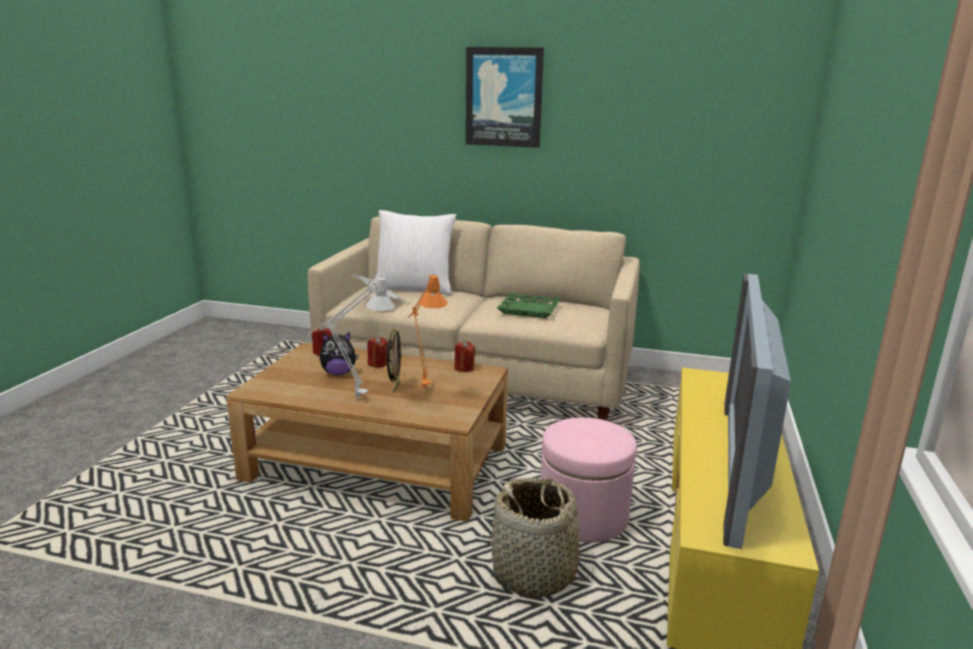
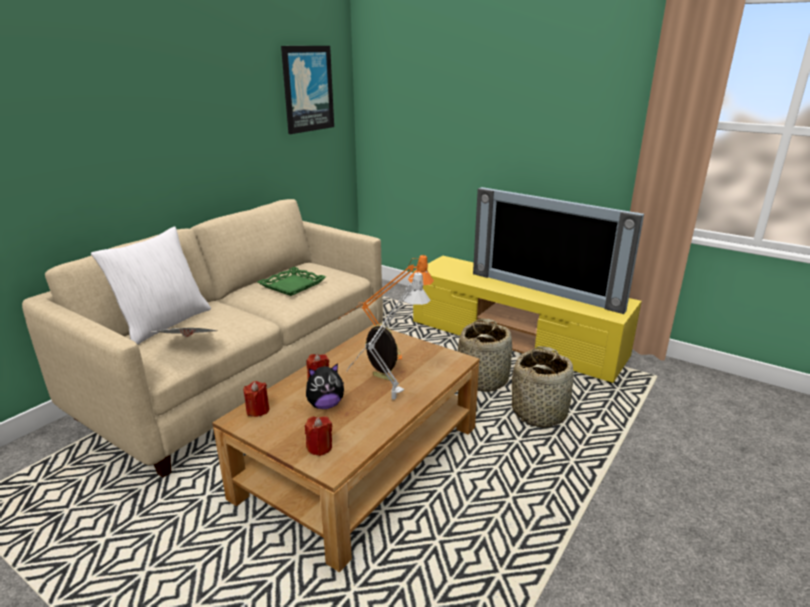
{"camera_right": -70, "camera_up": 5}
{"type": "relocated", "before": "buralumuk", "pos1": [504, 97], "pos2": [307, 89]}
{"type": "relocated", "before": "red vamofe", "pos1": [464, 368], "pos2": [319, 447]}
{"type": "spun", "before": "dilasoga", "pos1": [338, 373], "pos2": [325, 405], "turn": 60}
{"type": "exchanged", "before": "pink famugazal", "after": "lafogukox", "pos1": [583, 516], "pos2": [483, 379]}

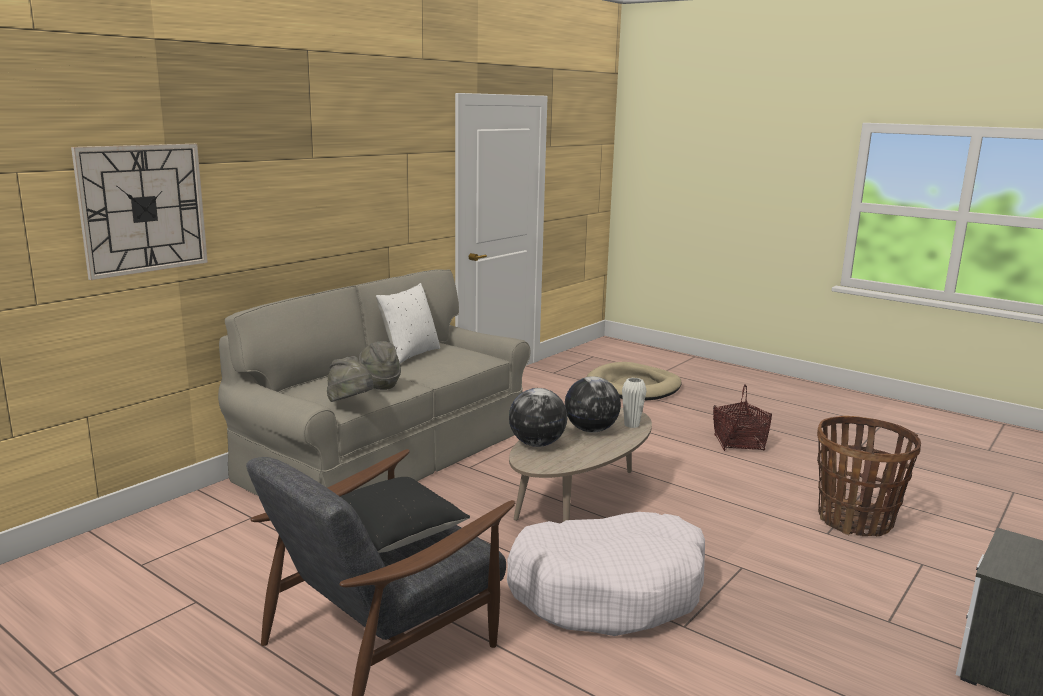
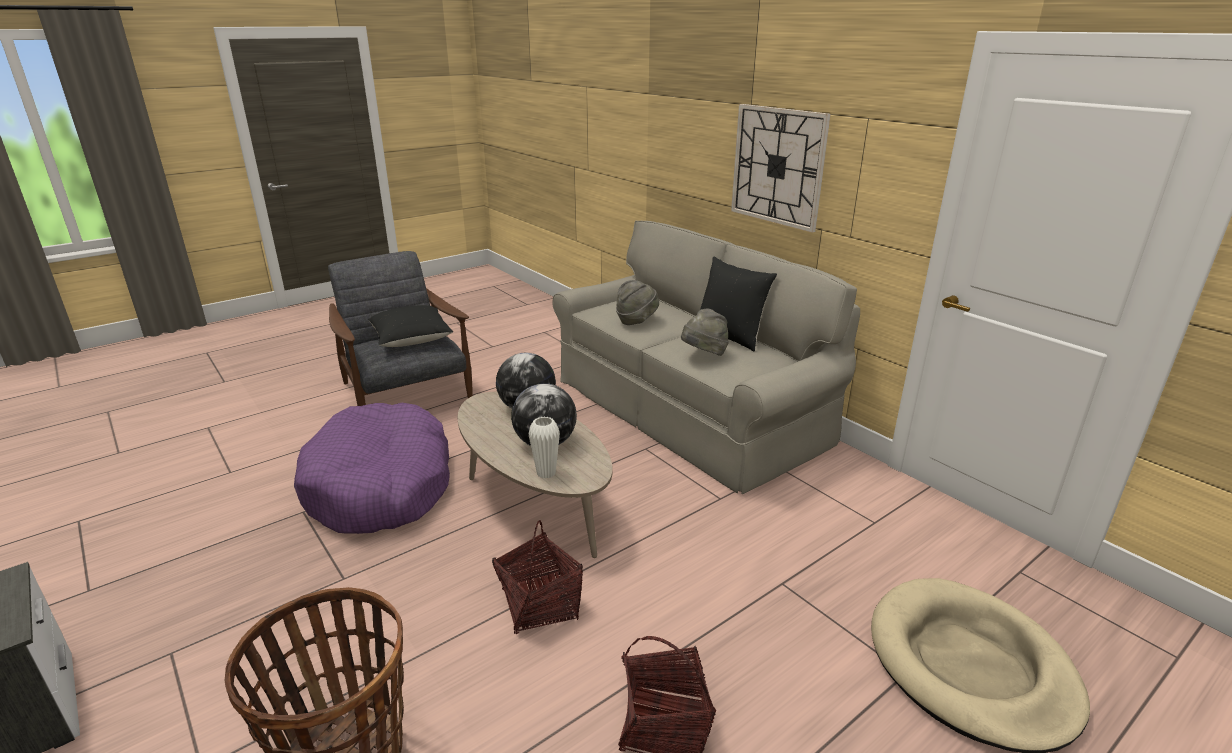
{"camera_right": 105, "camera_up": 10}
{"type": "colour", "before": "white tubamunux", "after": "purple tubamunux", "pos1": [609, 590], "pos2": [380, 486]}
{"type": "appeared", "after": "lafogukox", "pos2": [539, 605]}
{"type": "relocated", "before": "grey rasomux", "pos1": [351, 403], "pos2": [704, 355]}
{"type": "colour", "before": "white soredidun", "after": "black soredidun", "pos1": [409, 354], "pos2": [730, 336]}
{"type": "relocated", "before": "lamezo", "pos1": [143, 209], "pos2": [778, 166]}

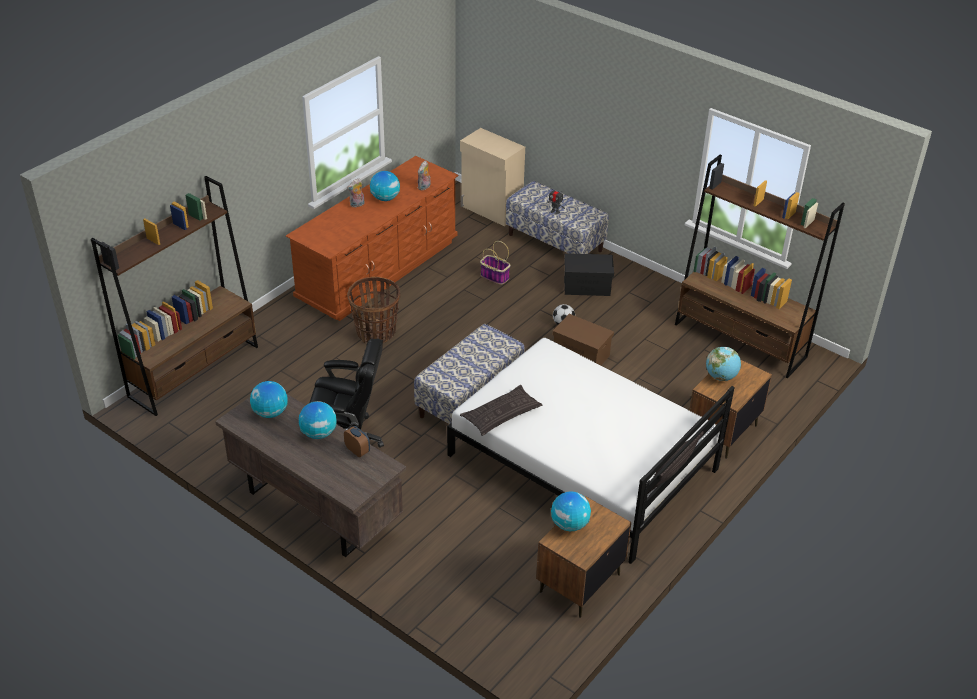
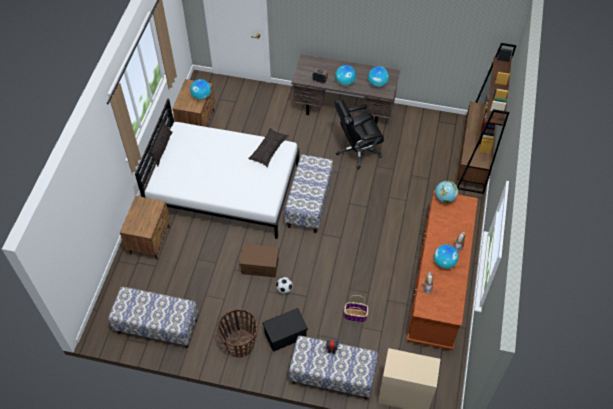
{"camera_right": 155, "camera_up": 15}
{"type": "exchanged", "before": "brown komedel", "after": "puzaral", "pos1": [740, 341], "pos2": [157, 326]}
{"type": "relocated", "before": "lafogukox", "pos1": [376, 332], "pos2": [240, 343]}
{"type": "relocated", "before": "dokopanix", "pos1": [721, 376], "pos2": [444, 198]}

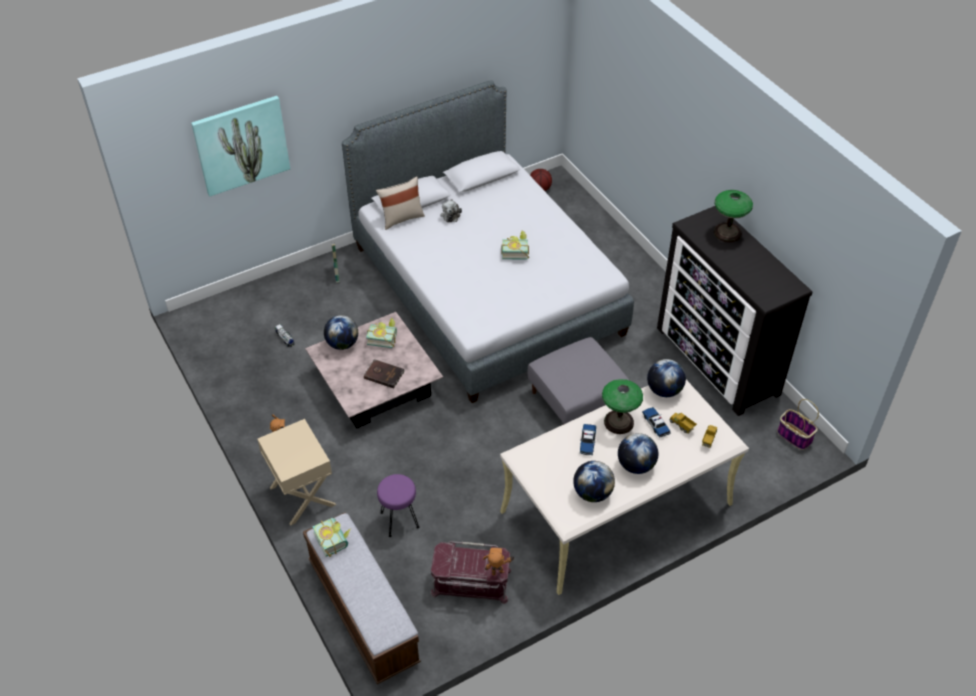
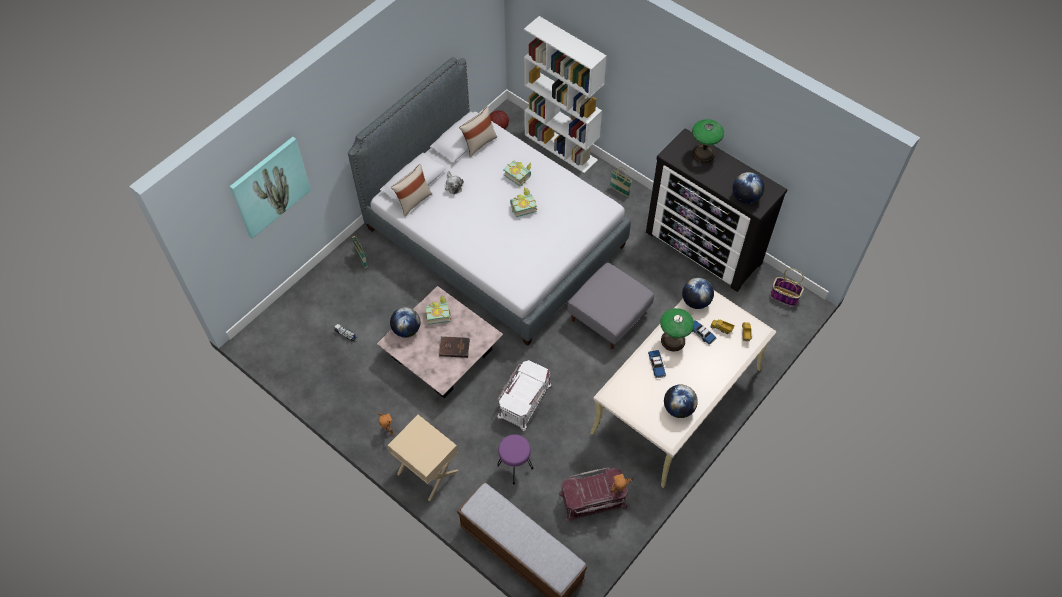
{"camera_right": -20, "camera_up": 10}
{"type": "appeared", "after": "beige soredidun", "pos2": [479, 143]}
{"type": "appeared", "after": "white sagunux", "pos2": [524, 400]}
{"type": "relocated", "before": "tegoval", "pos1": [334, 539], "pos2": [519, 175]}
{"type": "appeared", "after": "white komedel", "pos2": [561, 147]}
{"type": "appeared", "after": "lafogukox", "pos2": [619, 191]}
{"type": "relocated", "before": "dokopanix", "pos1": [636, 465], "pos2": [745, 197]}

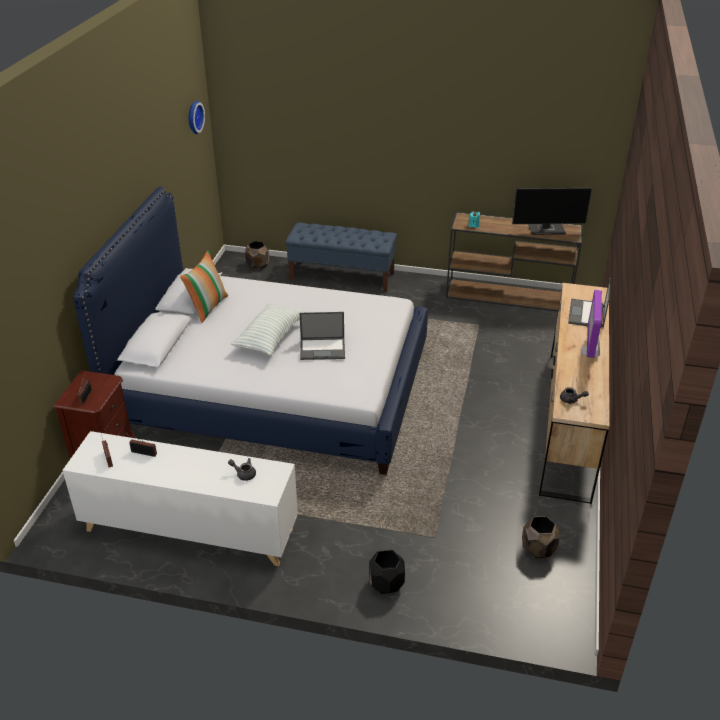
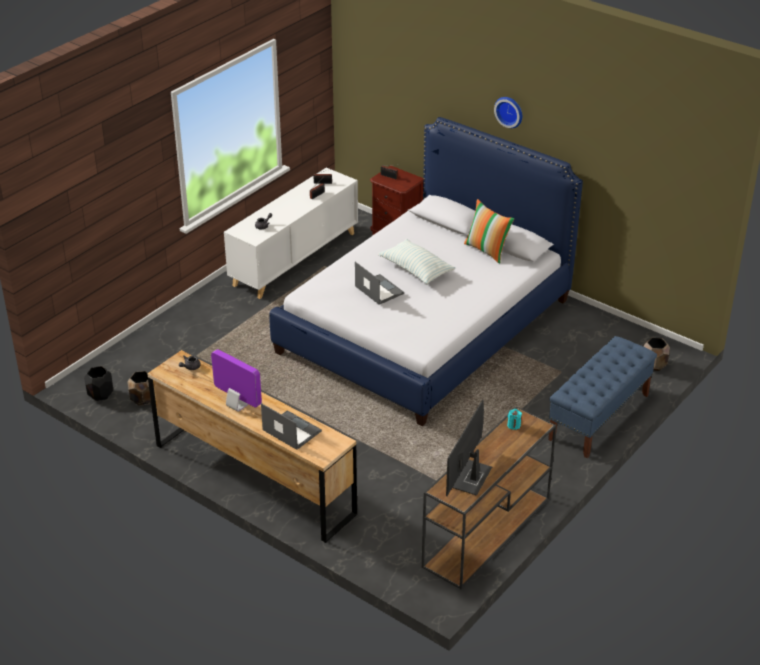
{"camera_right": 115, "camera_up": 0}
{"type": "relocated", "before": "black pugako", "pos1": [386, 584], "pos2": [100, 394]}
{"type": "spun", "before": "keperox", "pos1": [323, 348], "pos2": [378, 289], "turn": 120}
{"type": "relocated", "before": "lamezo", "pos1": [193, 117], "pos2": [510, 111]}

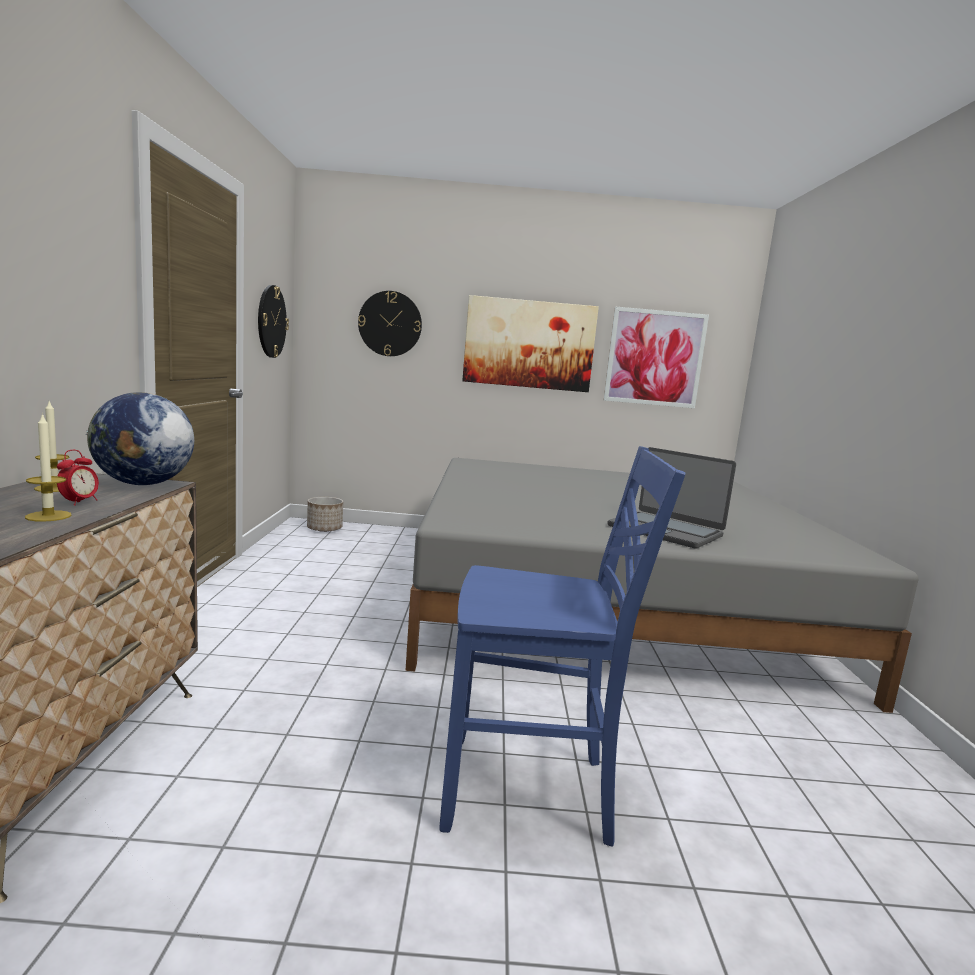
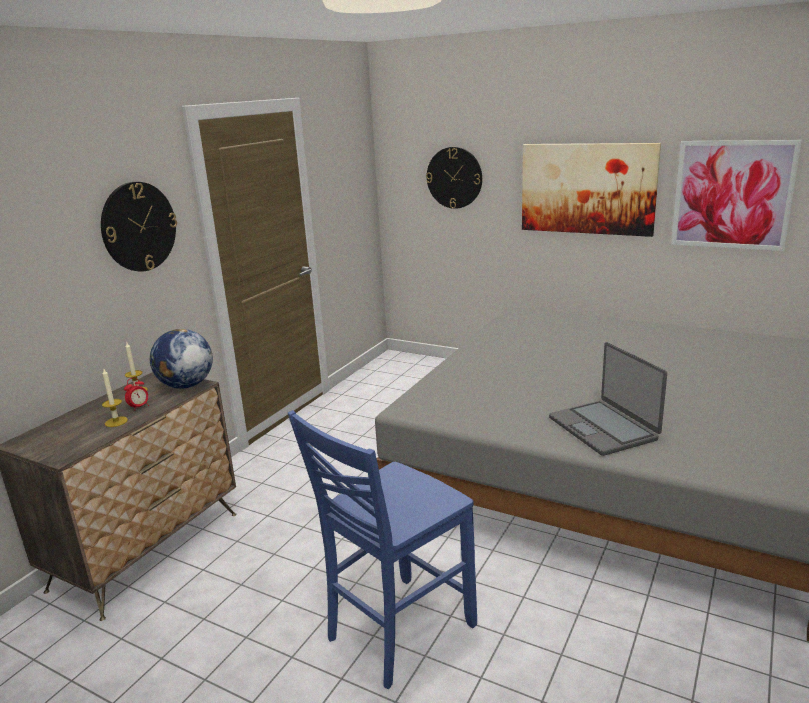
{"camera_right": 30, "camera_up": 10}
{"type": "relocated", "before": "lamezo", "pos1": [271, 321], "pos2": [138, 227]}
{"type": "spun", "before": "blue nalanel", "pos1": [530, 792], "pos2": [397, 631], "turn": 105}
{"type": "missing", "before": "pugako", "pos1": [324, 529]}

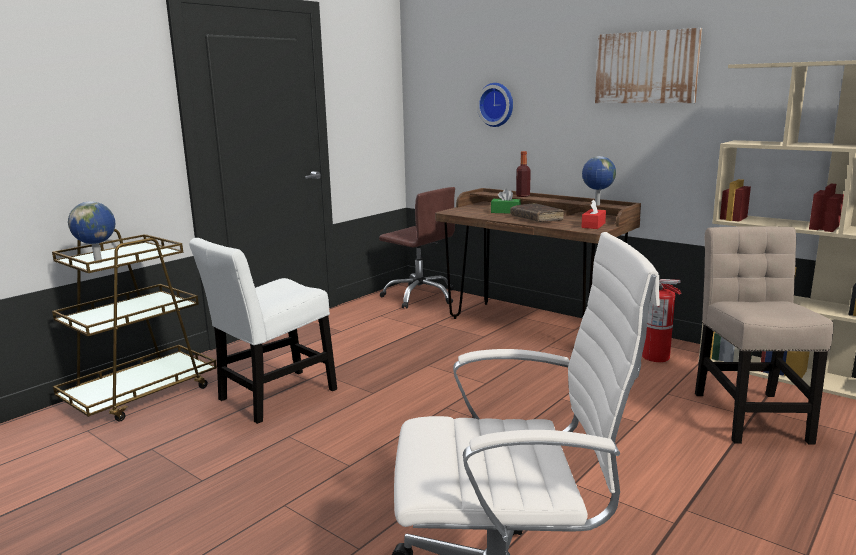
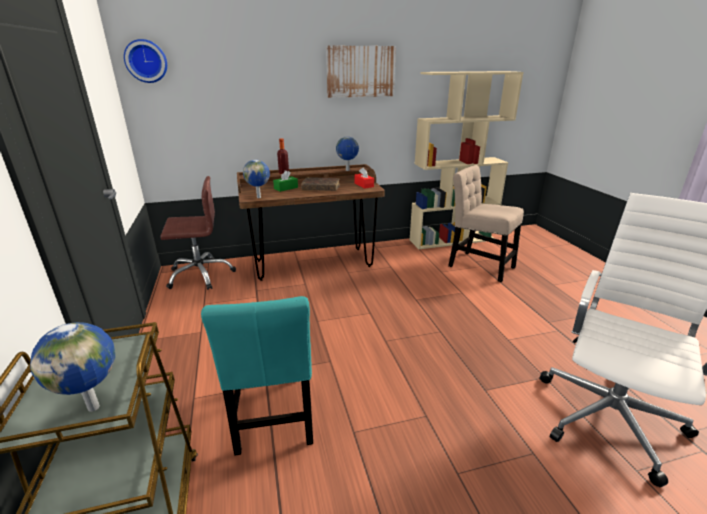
{"camera_right": -55, "camera_up": 10}
{"type": "relocated", "before": "lamezo", "pos1": [497, 104], "pos2": [146, 61]}
{"type": "colour", "before": "white nalanel", "after": "turquoise nalanel", "pos1": [273, 397], "pos2": [274, 416]}
{"type": "appeared", "after": "dokopanix", "pos2": [259, 197]}
{"type": "missing", "before": "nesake", "pos1": [656, 357]}

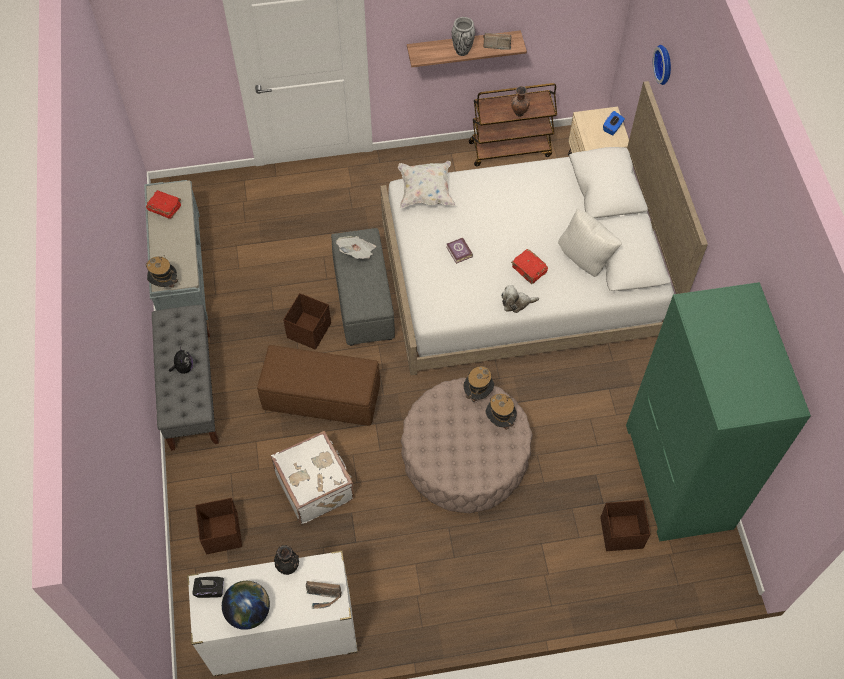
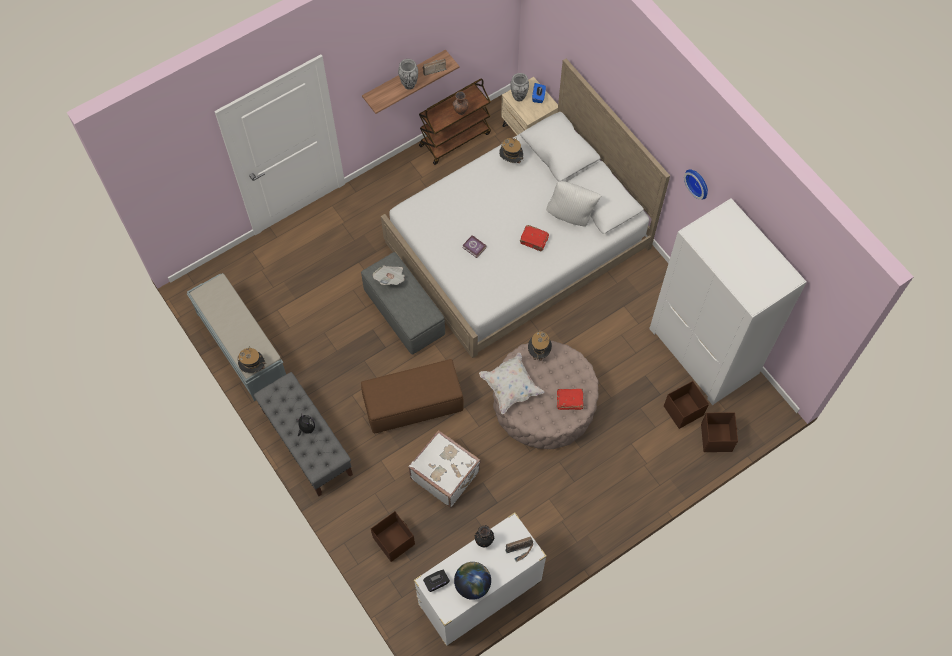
{"camera_right": -25, "camera_up": 5}
{"type": "relocated", "before": "white soredidun", "pos1": [425, 192], "pos2": [510, 387]}
{"type": "relocated", "before": "rasomux", "pos1": [500, 420], "pos2": [511, 160]}
{"type": "appeared", "after": "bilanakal", "pos2": [519, 96]}
{"type": "relocated", "before": "red tegoval", "pos1": [164, 208], "pos2": [569, 401]}
{"type": "colour", "before": "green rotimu", "after": "white rotimu", "pos1": [679, 477], "pos2": [705, 351]}
{"type": "relocated", "before": "lamezo", "pos1": [665, 64], "pos2": [698, 182]}
{"type": "relocated", "before": "brown sagunux", "pos1": [309, 330], "pos2": [716, 437]}
{"type": "missing", "before": "dilasoga", "pos1": [516, 303]}

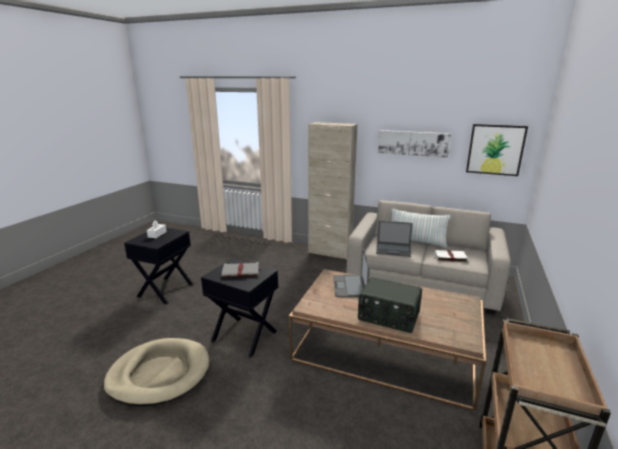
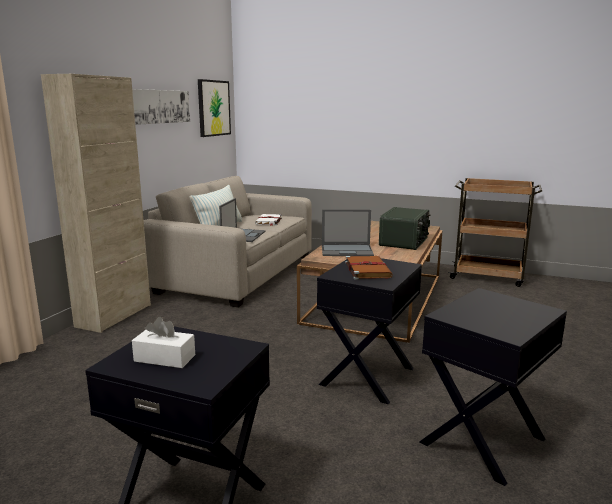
{"camera_right": -90, "camera_up": -5}
{"type": "colour", "before": "grey tegoval", "after": "brown tegoval", "pos1": [241, 272], "pos2": [367, 269]}
{"type": "exchanged", "before": "beige tubamunux", "after": "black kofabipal", "pos1": [159, 374], "pos2": [484, 441]}

